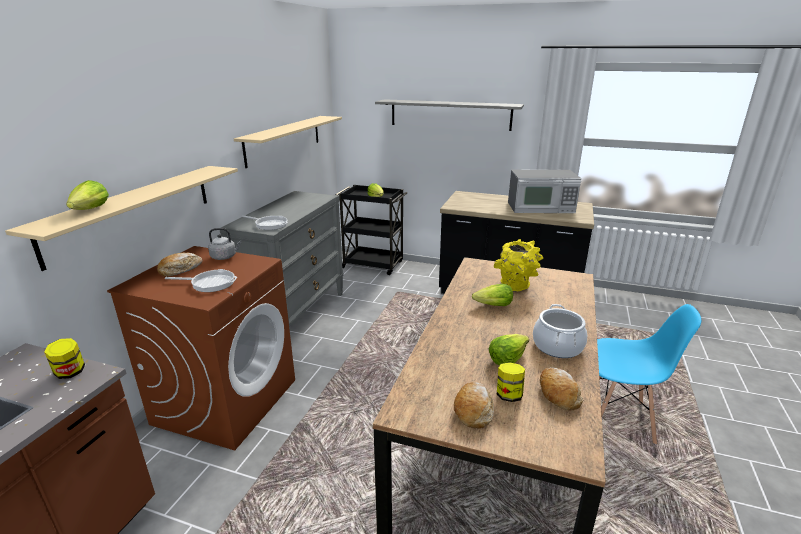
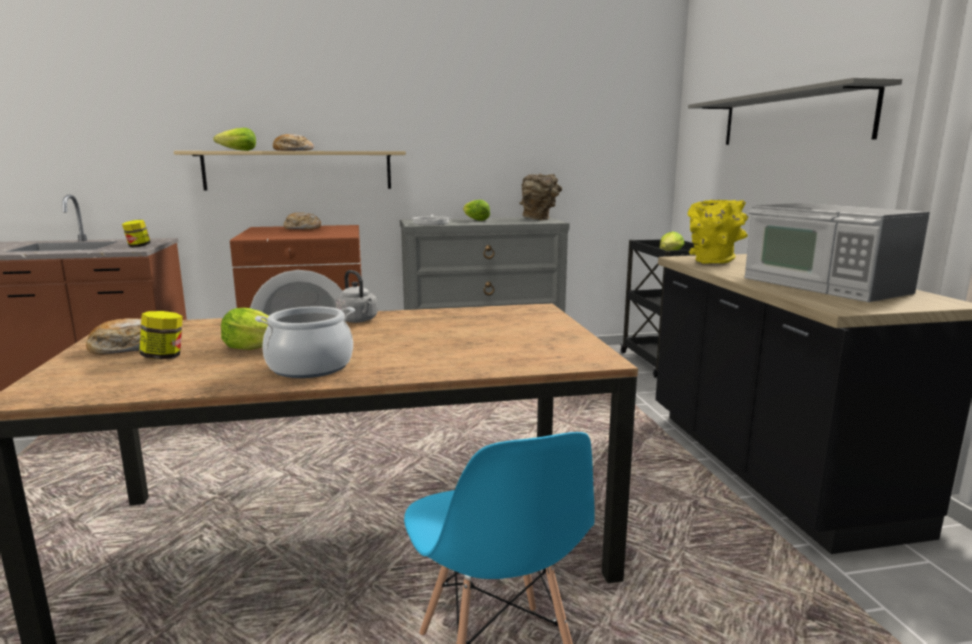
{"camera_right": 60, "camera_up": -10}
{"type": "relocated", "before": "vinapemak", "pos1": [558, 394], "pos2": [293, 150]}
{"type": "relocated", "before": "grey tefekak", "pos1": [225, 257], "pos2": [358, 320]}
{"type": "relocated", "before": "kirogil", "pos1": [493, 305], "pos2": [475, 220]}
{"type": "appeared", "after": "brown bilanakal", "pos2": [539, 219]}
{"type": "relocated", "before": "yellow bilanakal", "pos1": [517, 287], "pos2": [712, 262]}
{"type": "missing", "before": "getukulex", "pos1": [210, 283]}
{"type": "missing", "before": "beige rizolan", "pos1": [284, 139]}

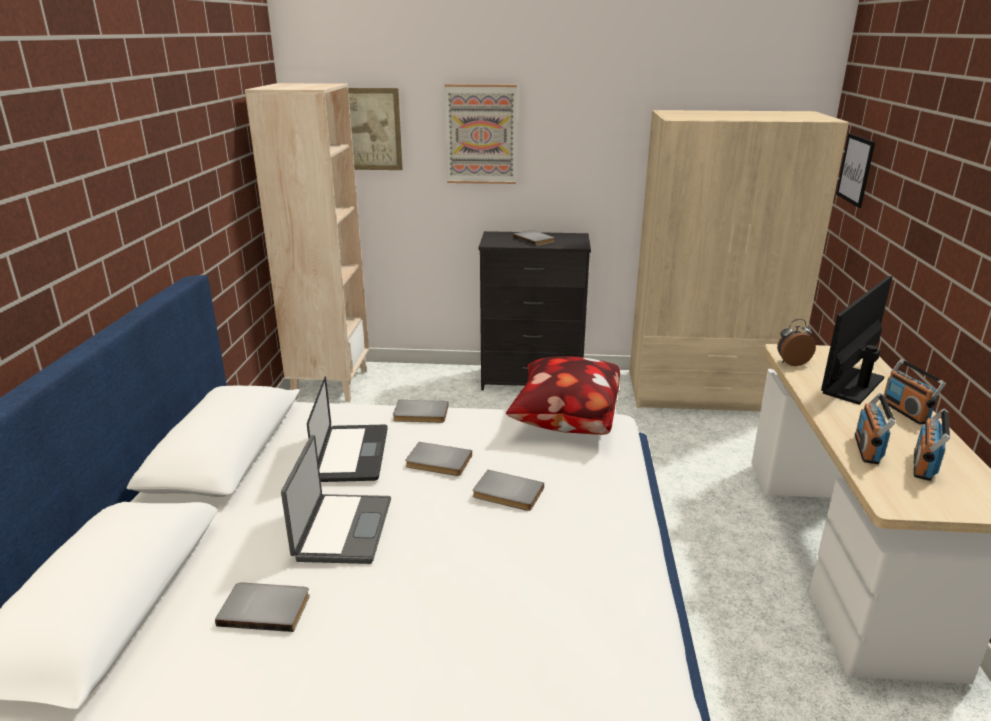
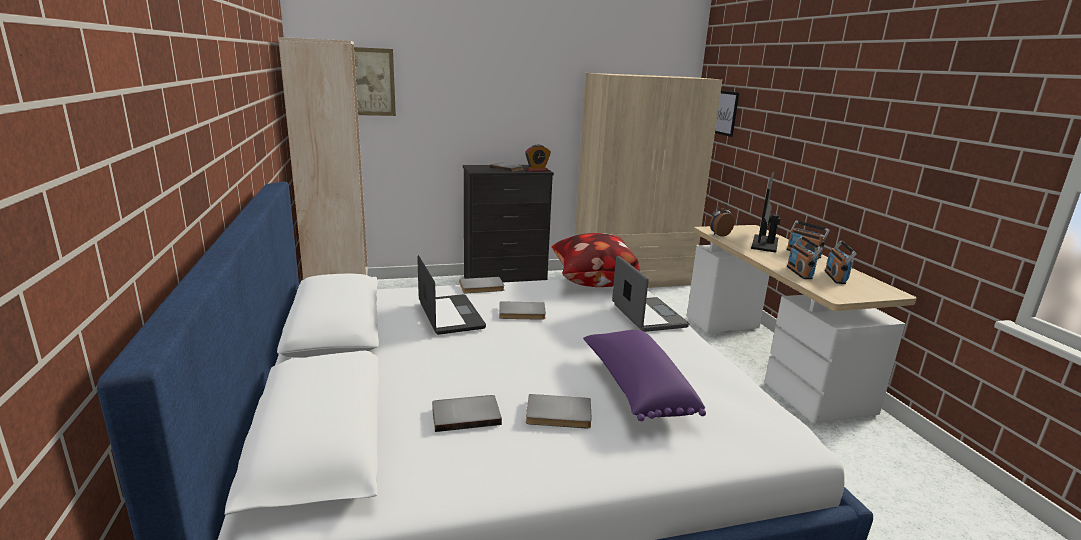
{"camera_right": -20, "camera_up": -5}
{"type": "appeared", "after": "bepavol", "pos2": [537, 170]}
{"type": "relocated", "before": "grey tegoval", "pos1": [507, 494], "pos2": [558, 415]}
{"type": "appeared", "after": "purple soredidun", "pos2": [636, 388]}
{"type": "relocated", "before": "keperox", "pos1": [341, 529], "pos2": [647, 315]}
{"type": "missing", "before": "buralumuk", "pos1": [481, 134]}

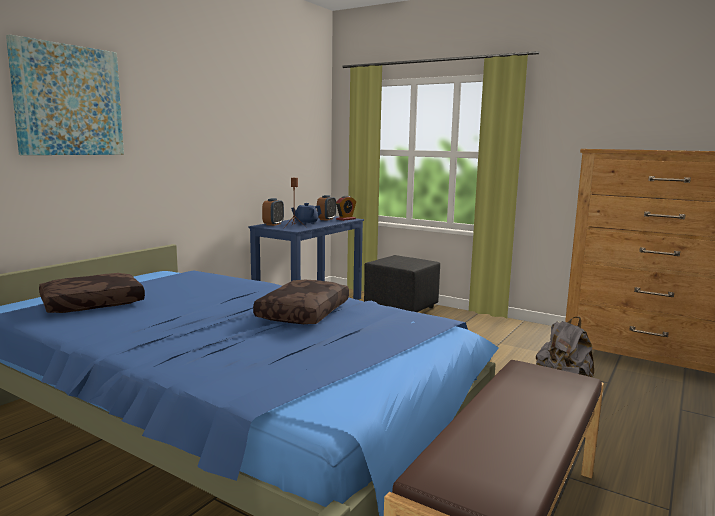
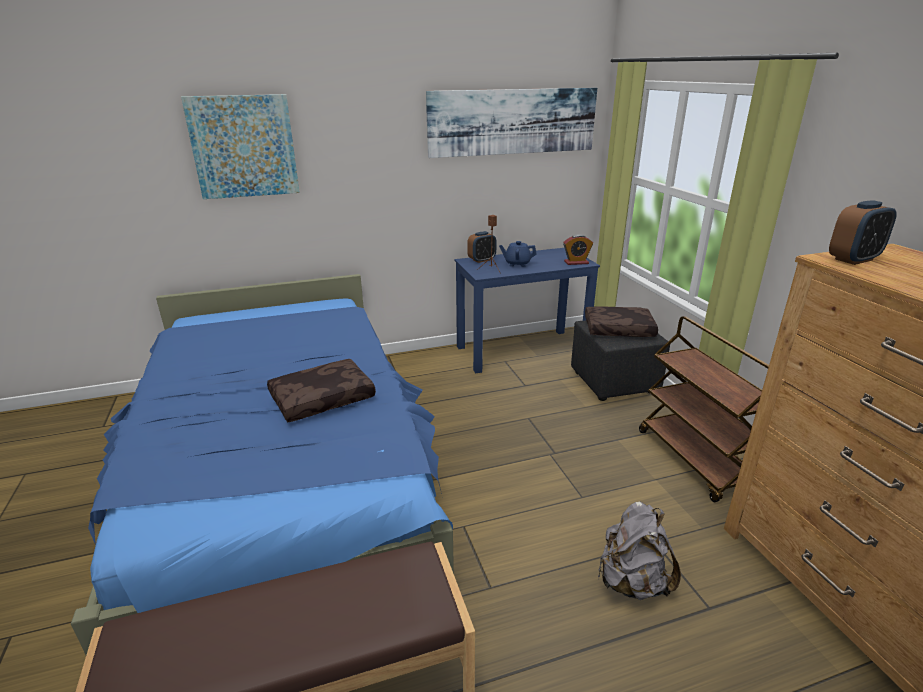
{"camera_right": 40, "camera_up": 15}
{"type": "appeared", "after": "buralumuk", "pos2": [513, 121]}
{"type": "relocated", "before": "brown soredidun", "pos1": [92, 304], "pos2": [618, 330]}
{"type": "appeared", "after": "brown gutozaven", "pos2": [696, 460]}
{"type": "relocated", "before": "bepavol", "pos1": [326, 219], "pos2": [853, 259]}

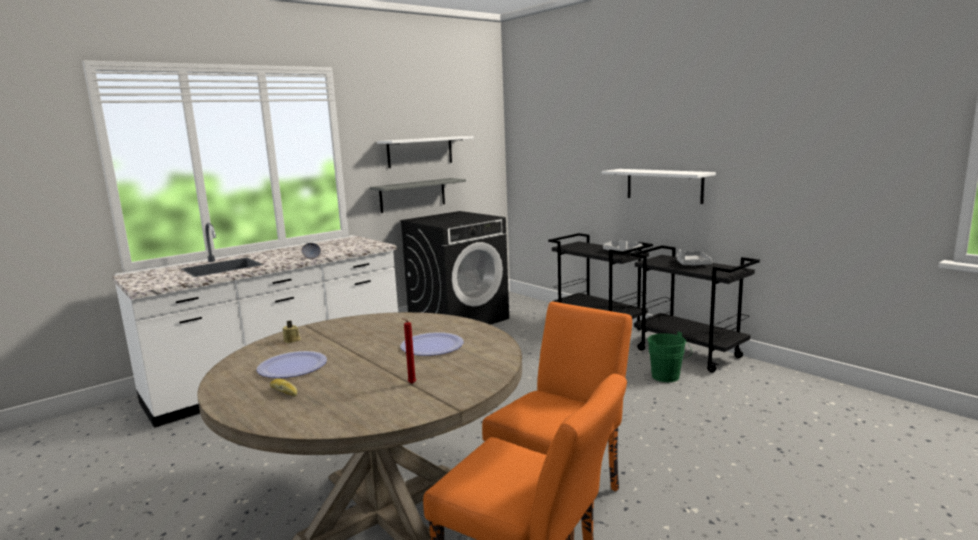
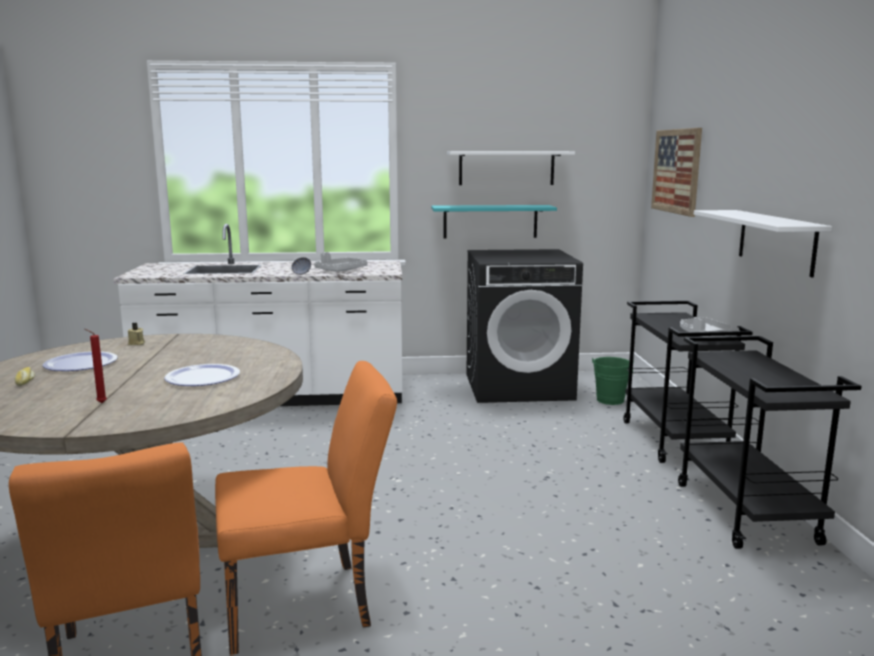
{"camera_right": 35, "camera_up": 0}
{"type": "relocated", "before": "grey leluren", "pos1": [691, 264], "pos2": [341, 270]}
{"type": "colour", "before": "grey rizolan", "after": "turquoise rizolan", "pos1": [413, 195], "pos2": [490, 221]}
{"type": "relocated", "before": "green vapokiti", "pos1": [668, 377], "pos2": [610, 401]}
{"type": "appeared", "after": "buralumuk", "pos2": [676, 171]}

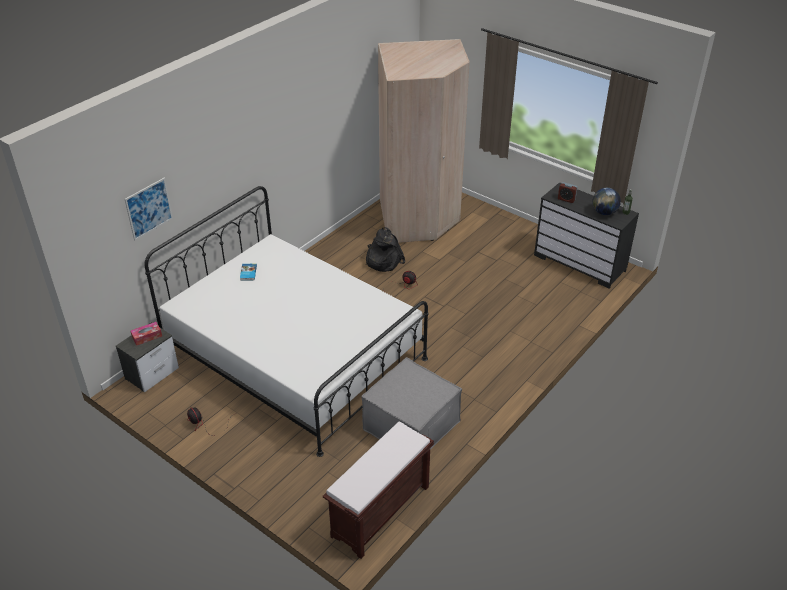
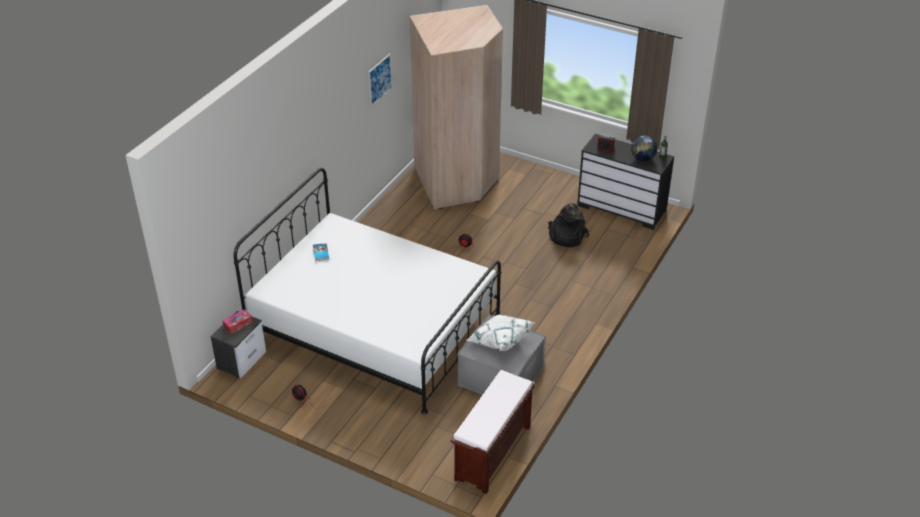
{"camera_right": -10, "camera_up": 0}
{"type": "relocated", "before": "buralumuk", "pos1": [149, 208], "pos2": [380, 79]}
{"type": "appeared", "after": "white soredidun", "pos2": [499, 340]}
{"type": "relocated", "before": "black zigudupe", "pos1": [382, 261], "pos2": [566, 236]}

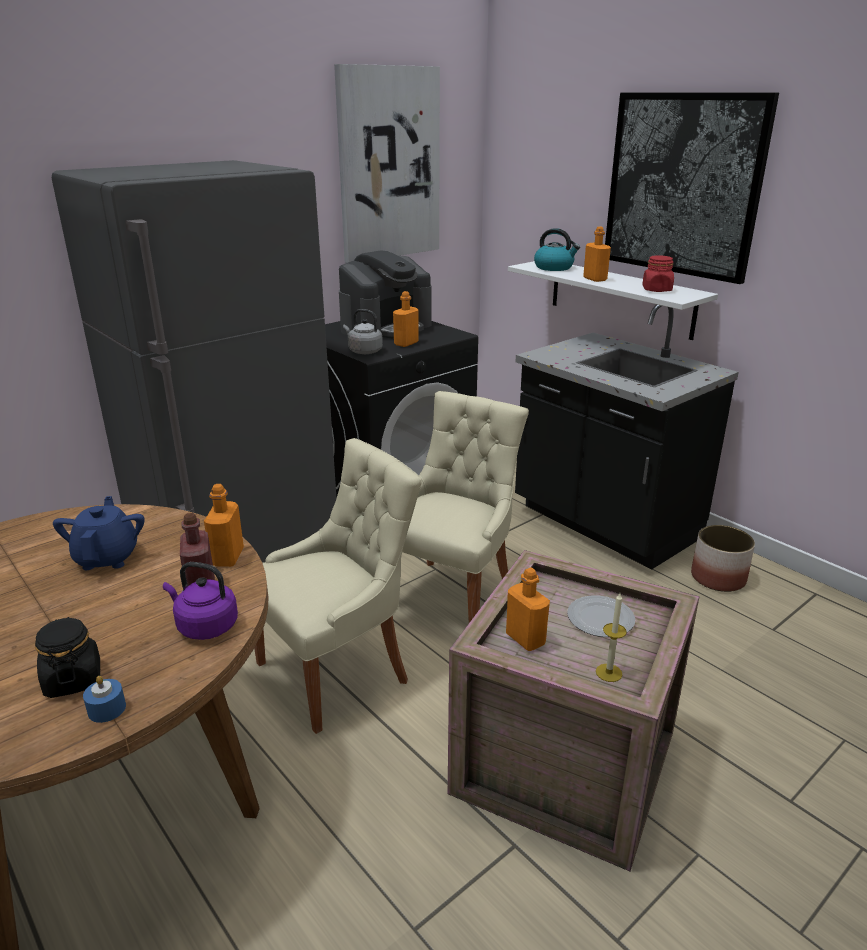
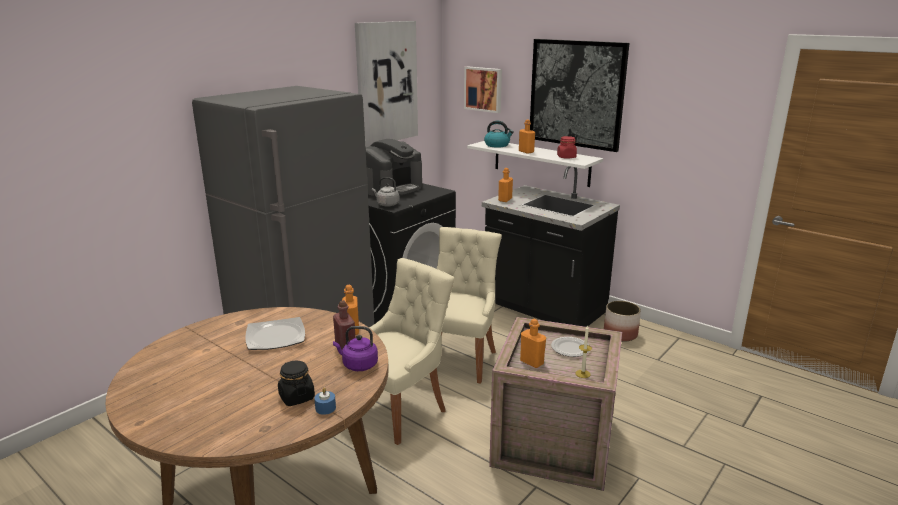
{"camera_right": -10, "camera_up": -5}
{"type": "exchanged", "before": "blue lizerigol", "after": "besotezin", "pos1": [107, 557], "pos2": [276, 337]}
{"type": "appeared", "after": "buralumuk", "pos2": [484, 89]}
{"type": "relocated", "before": "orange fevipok", "pos1": [406, 343], "pos2": [505, 200]}

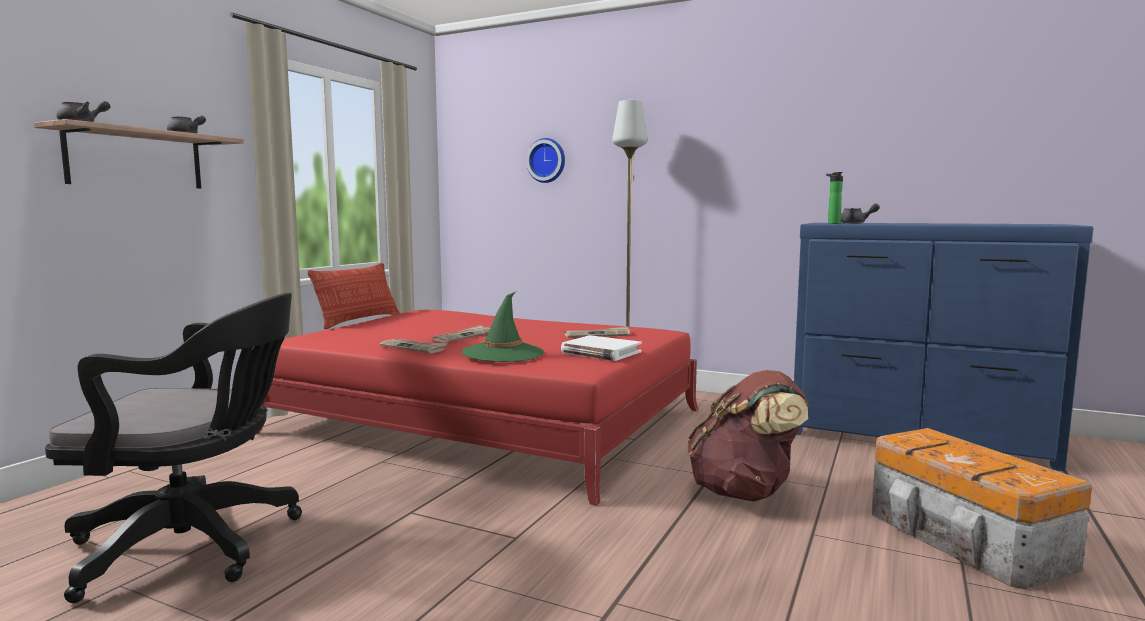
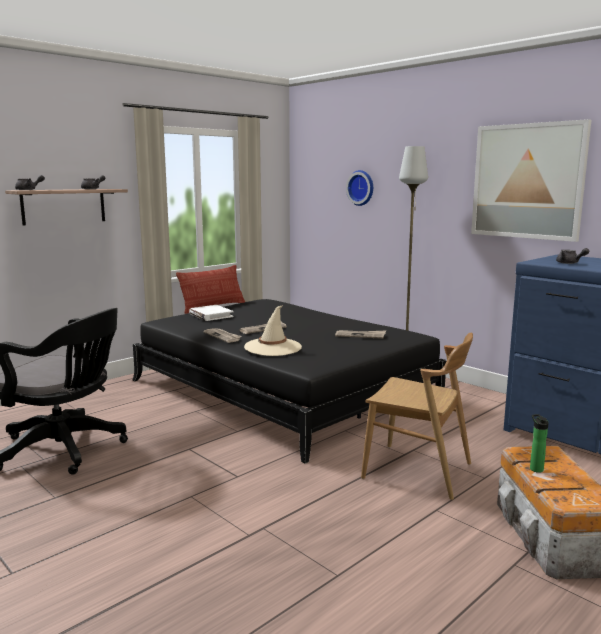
{"camera_right": 20, "camera_up": 5}
{"type": "colour", "before": "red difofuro", "after": "black difofuro", "pos1": [487, 421], "pos2": [282, 389]}
{"type": "relocated", "before": "white tegoval", "pos1": [600, 352], "pos2": [211, 315]}
{"type": "colour", "before": "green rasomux", "after": "beige rasomux", "pos1": [503, 353], "pos2": [273, 347]}
{"type": "exchanged", "before": "brown zigudupe", "after": "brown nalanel", "pos1": [745, 492], "pos2": [417, 471]}
{"type": "appeared", "after": "buralumuk", "pos2": [527, 181]}
{"type": "relocated", "before": "fevipok", "pos1": [832, 223], "pos2": [535, 468]}

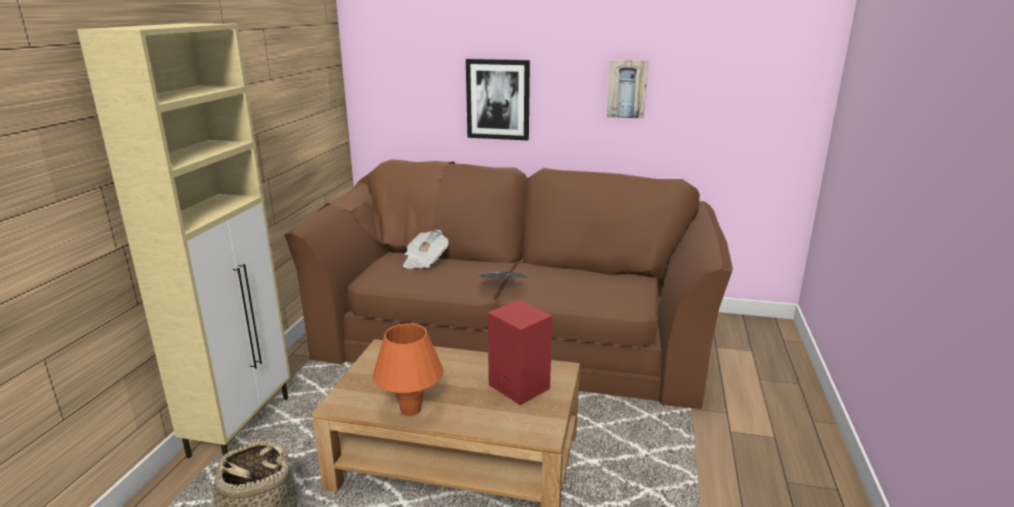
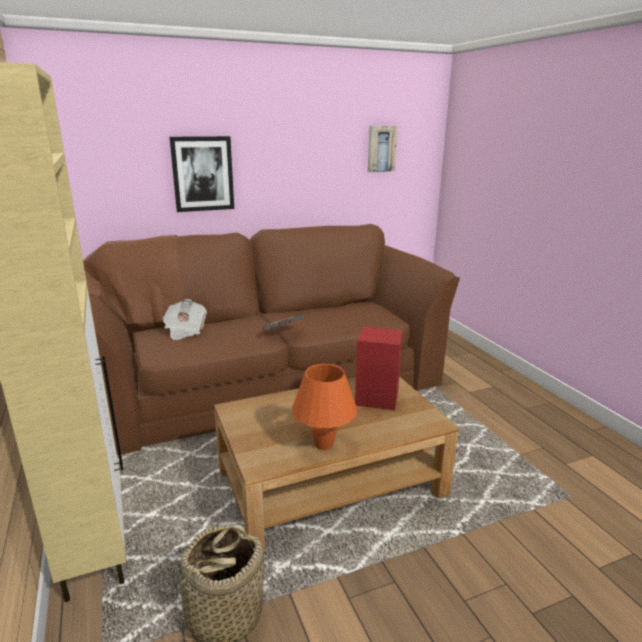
{"camera_right": -35, "camera_up": 0}
{"type": "relocated", "before": "buralumuk", "pos1": [627, 88], "pos2": [381, 149]}

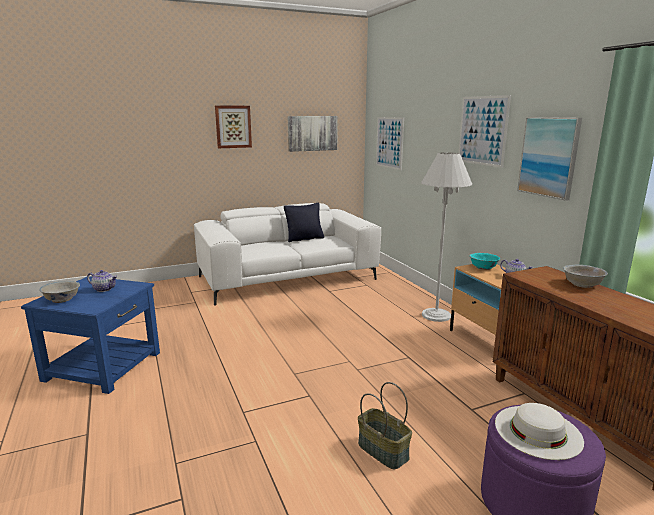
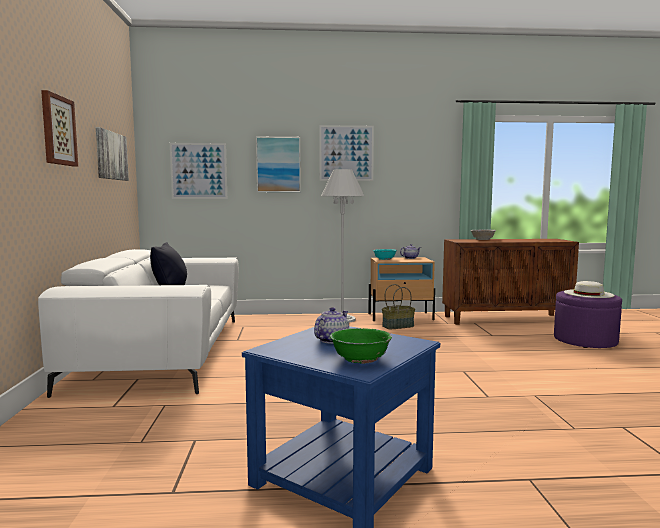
{"camera_right": -70, "camera_up": -10}
{"type": "relocated", "before": "buralumuk", "pos1": [549, 157], "pos2": [278, 164]}
{"type": "colour", "before": "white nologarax", "after": "green nologarax", "pos1": [61, 299], "pos2": [360, 359]}
{"type": "relocated", "before": "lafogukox", "pos1": [384, 451], "pos2": [398, 326]}

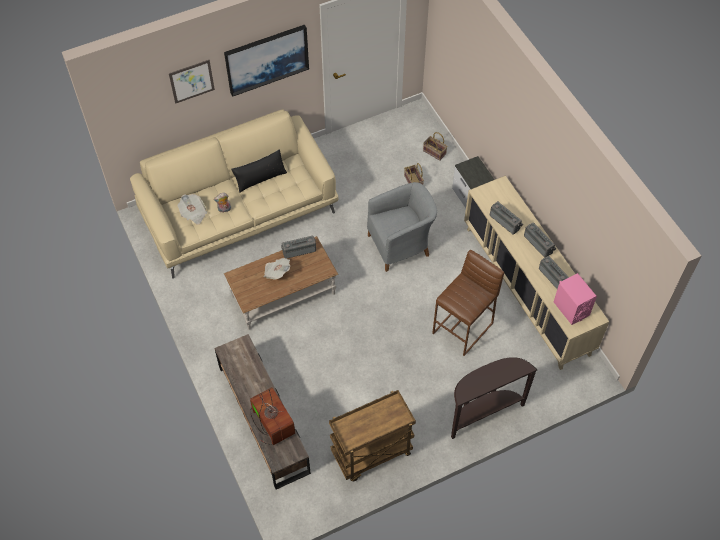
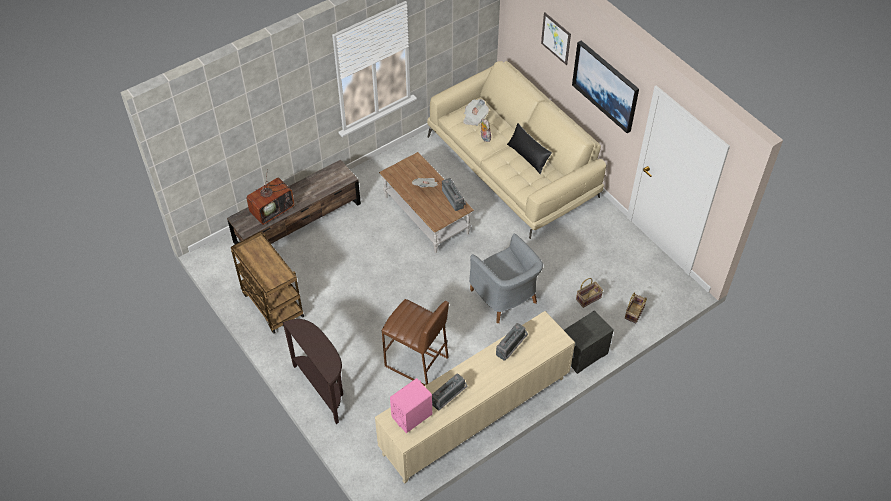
{"camera_right": 80, "camera_up": -5}
{"type": "missing", "before": "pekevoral", "pos1": [539, 244]}

